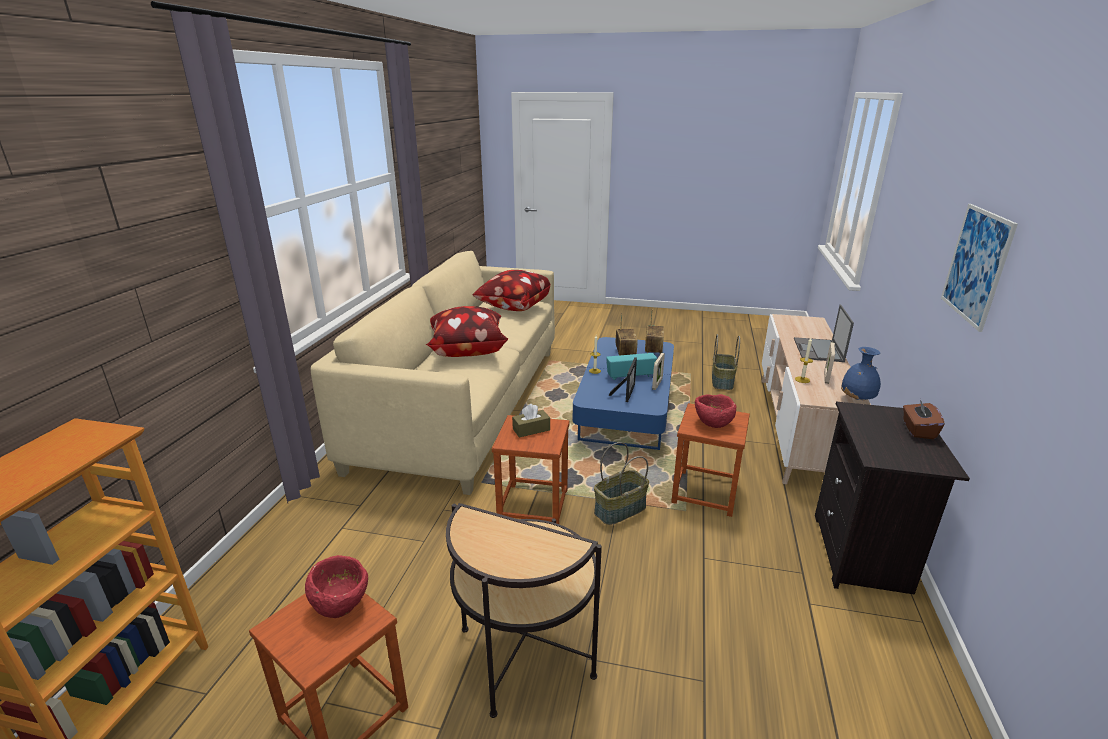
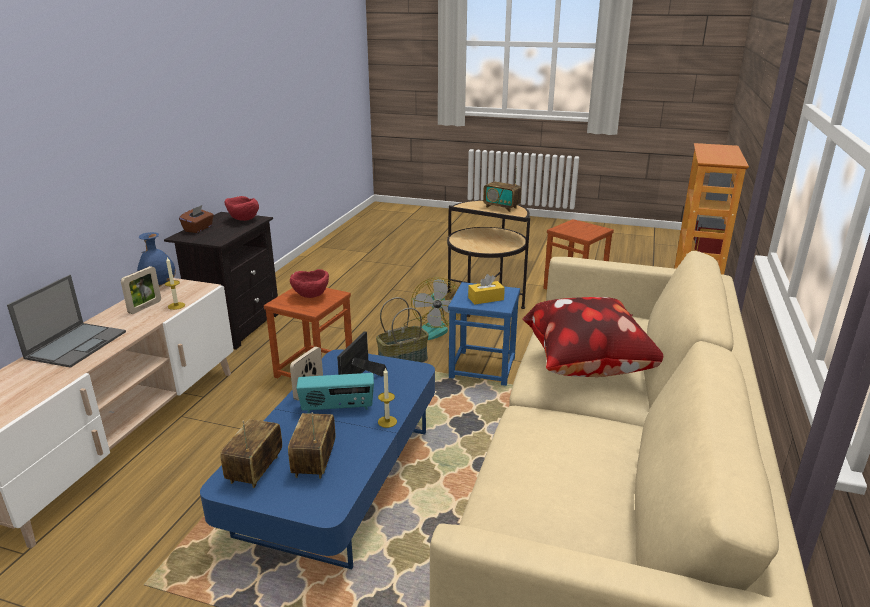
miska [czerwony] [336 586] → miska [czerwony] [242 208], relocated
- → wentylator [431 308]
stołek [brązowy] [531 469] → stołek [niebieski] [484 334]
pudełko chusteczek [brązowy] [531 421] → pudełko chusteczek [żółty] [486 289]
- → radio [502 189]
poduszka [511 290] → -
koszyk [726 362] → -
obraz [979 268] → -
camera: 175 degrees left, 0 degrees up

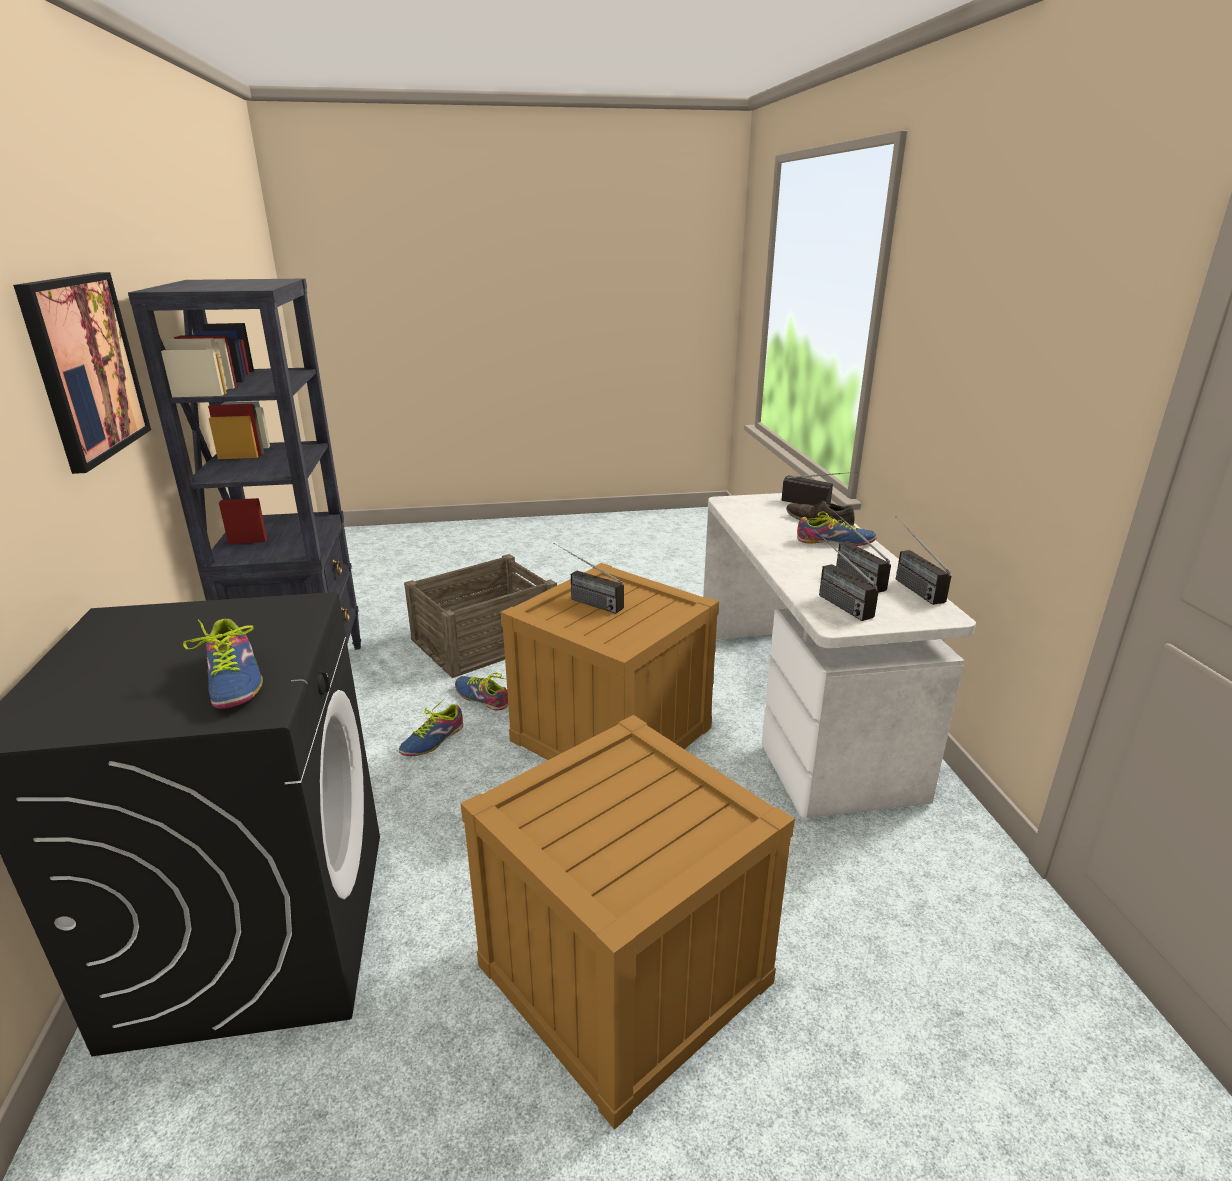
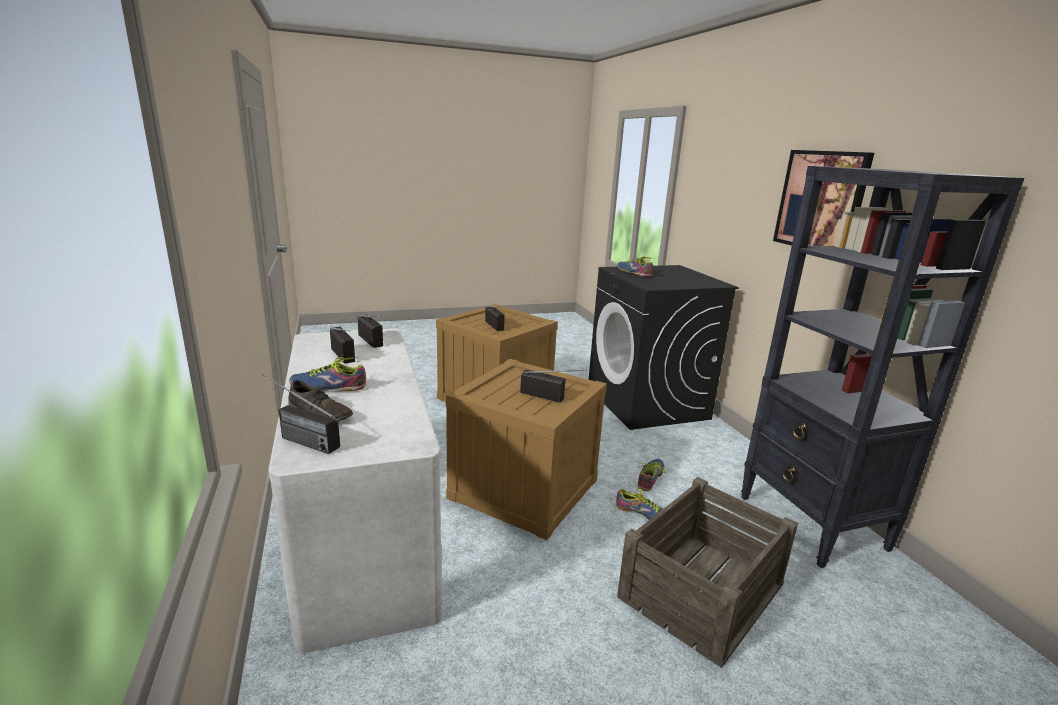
radio [923 560] → radio [495 318], relocated
camera: 170 degrees right, 5 degrees down

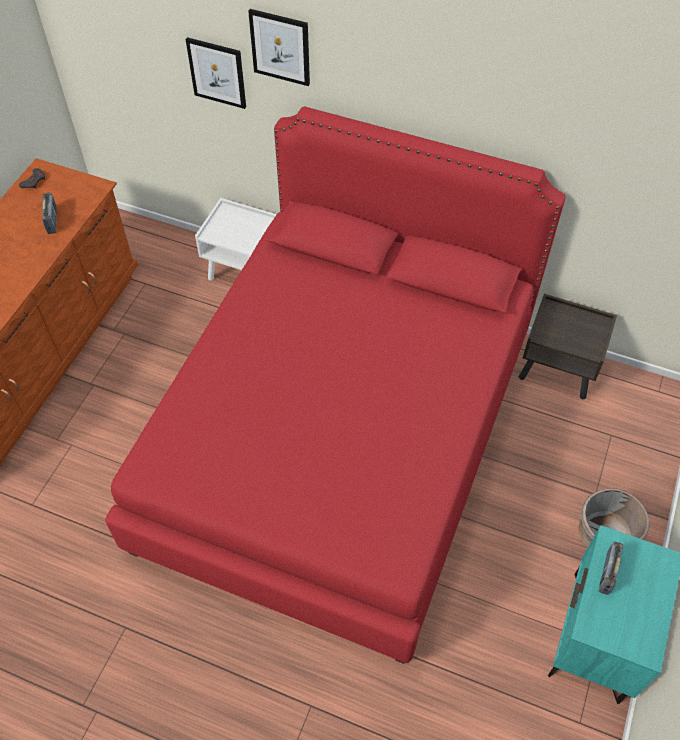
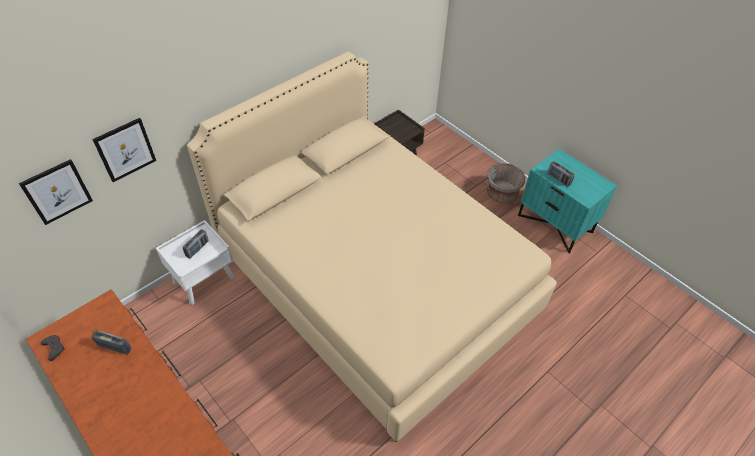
obraz [279 47] → obraz [56 192], relocated
- → radio [196 244]
łóżko [czerwony] [335 385] → łóżko [beżowy] [372 246]
camera: 65 degrees left, 5 degrees down

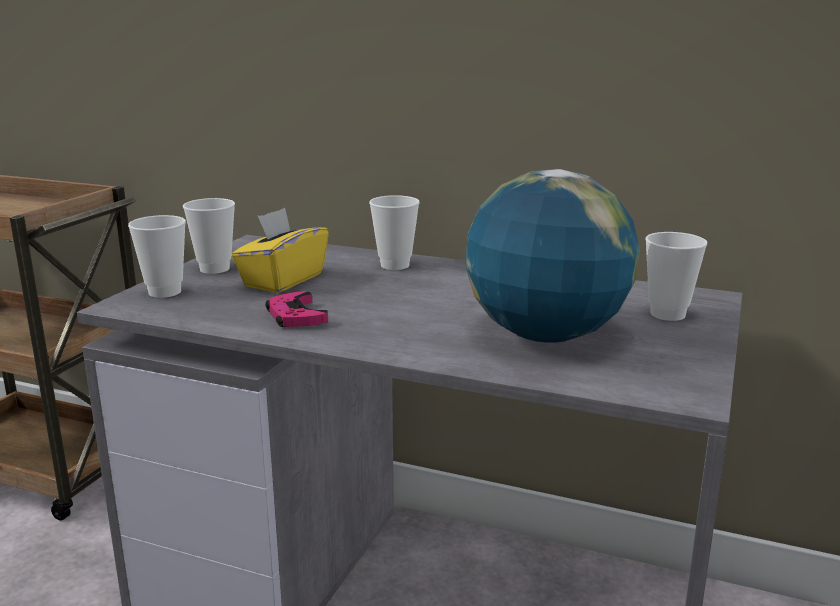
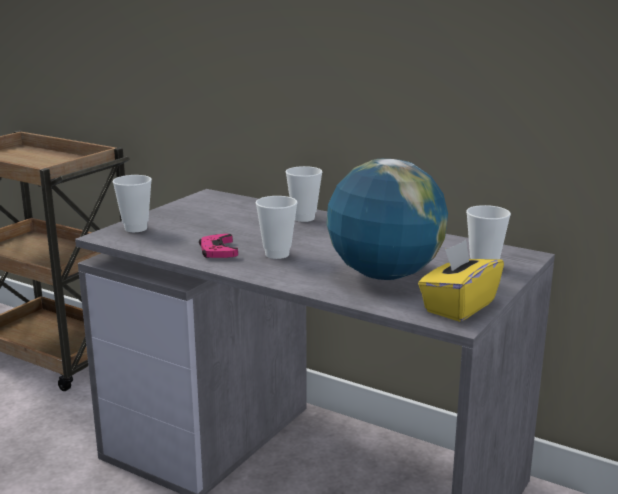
filiżanka [209 236] → filiżanka [276 227], relocated
pudełko chusteczek [żółty] [280 250] → pudełko chusteczek [żółty] [461 281], relocated
camera: 10 degrees right, 0 degrees up

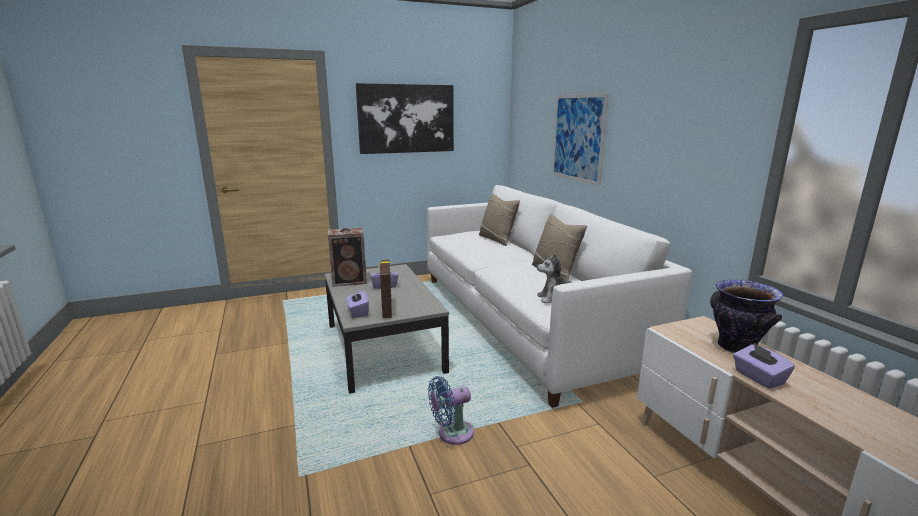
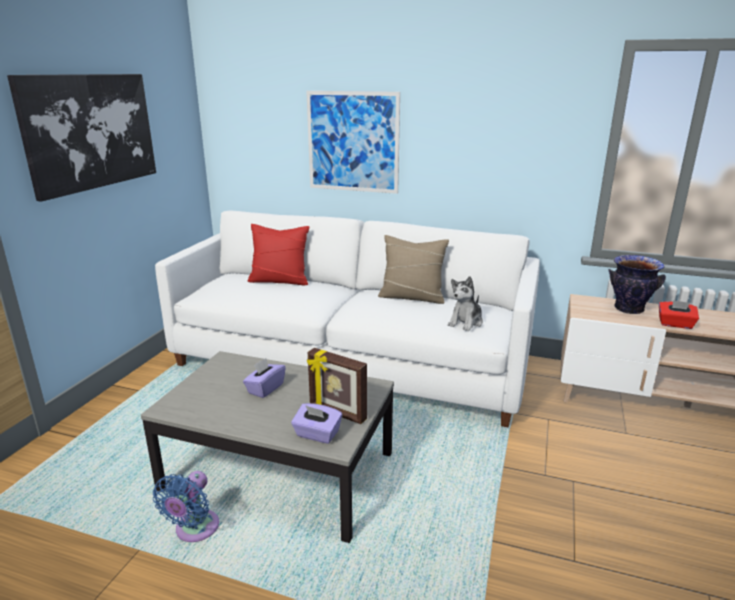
wentylator [niebieski] [451 410] → wentylator [niebieski] [186 506], relocated
poduszka [beżowy] [499 219] → poduszka [czerwony] [278 254]
pudełko chusteczek [fioletowy] [764 366] → pudełko chusteczek [czerwony] [679 314]
głośnik [347 257] → -
camera: 50 degrees left, 5 degrees up

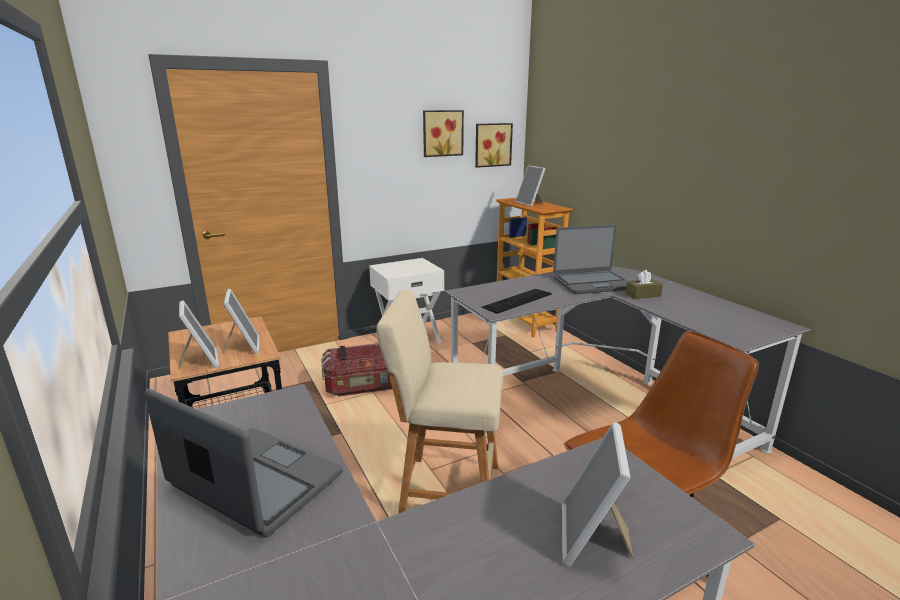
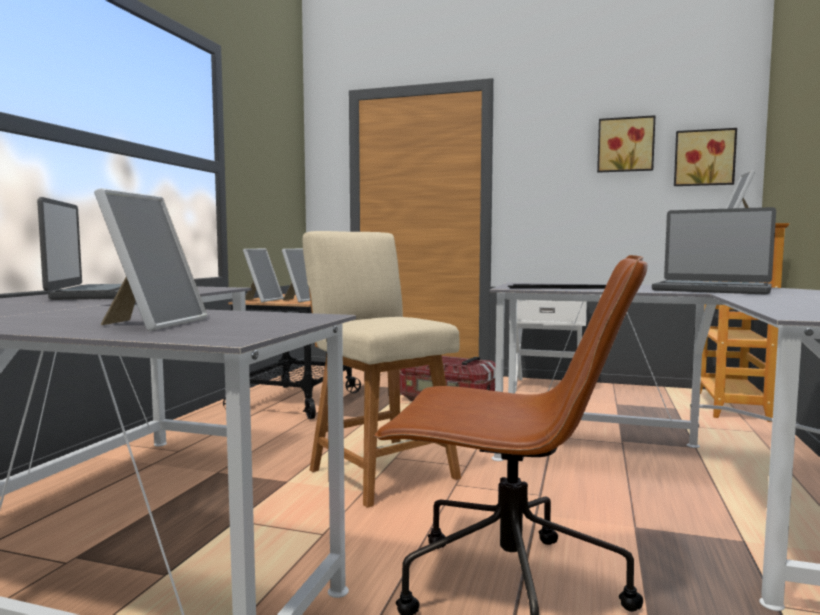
ramka na zdjęcie [597 494] → ramka na zdjęcie [150 259], 135 degrees clockwise
pudełko chusteczek [brązowy] [644 284] → -
camera: 45 degrees right, 15 degrees down

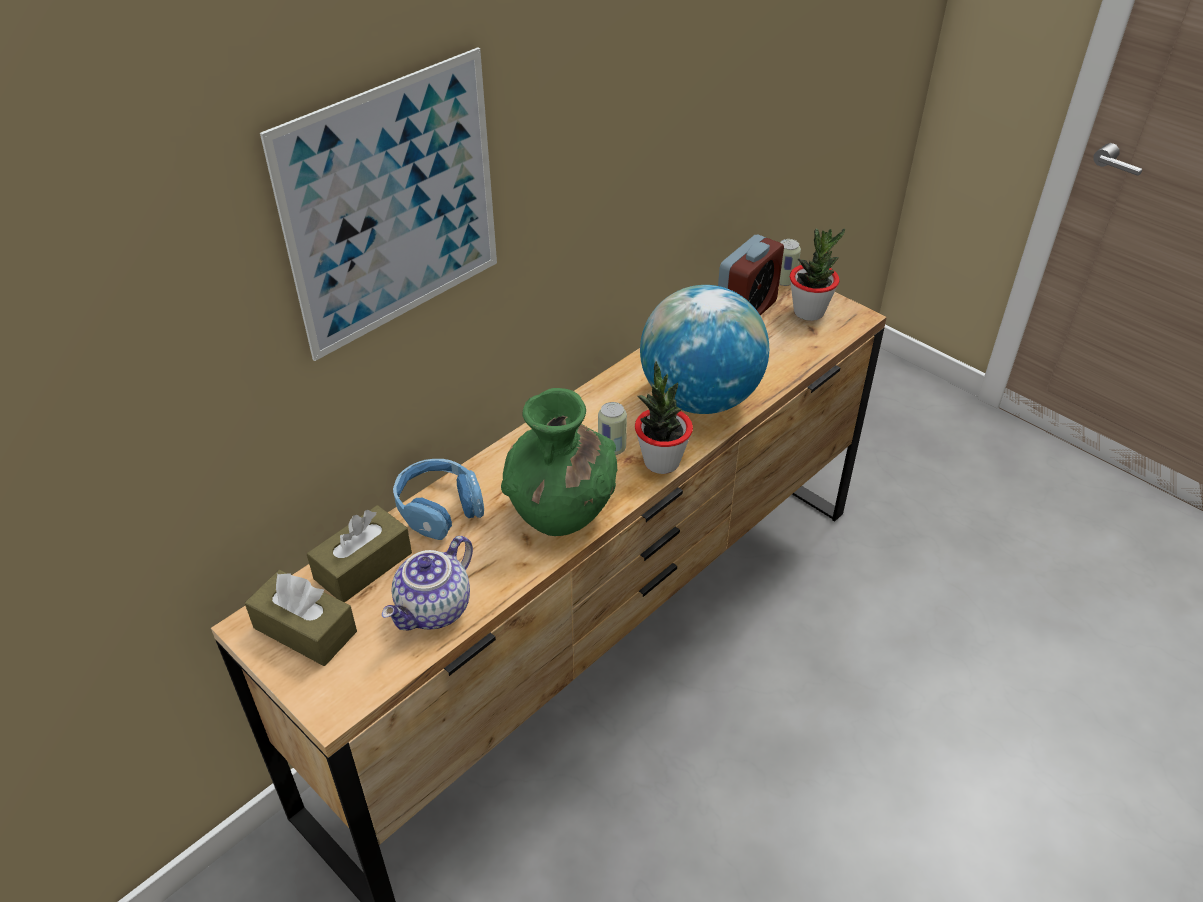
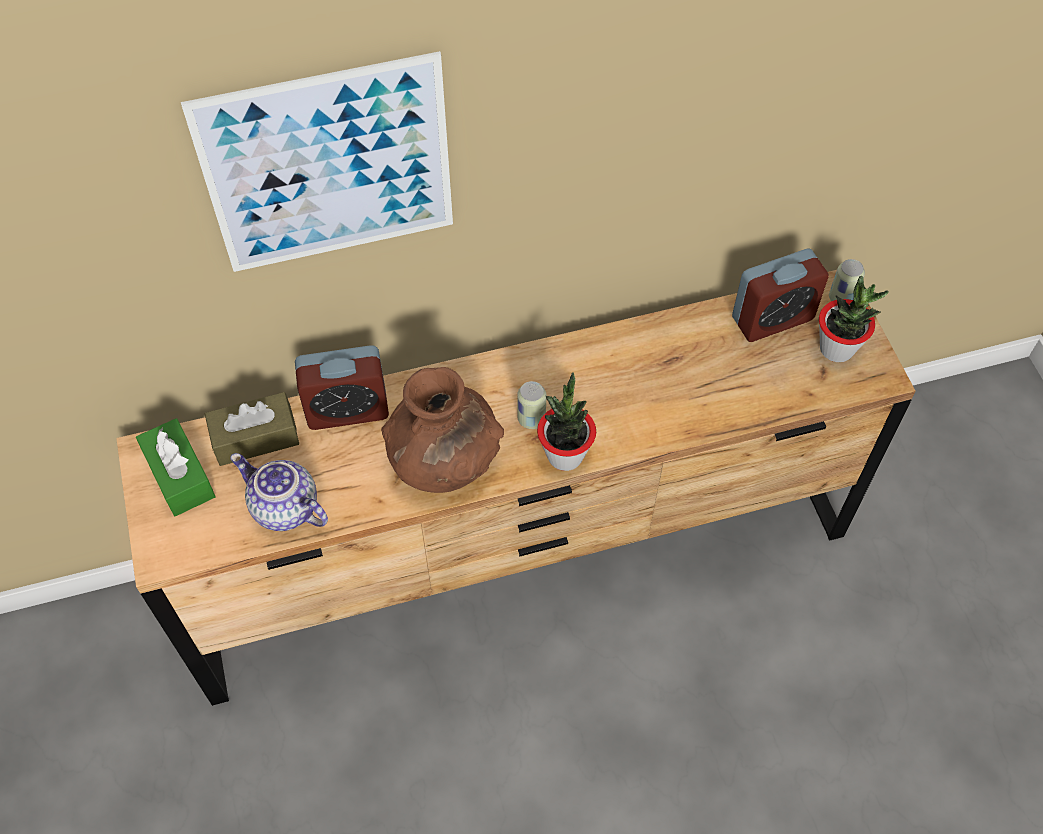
pudełko chusteczek [brązowy] [301 618] → pudełko chusteczek [zielony] [176 467]
imbryk [427 583] → imbryk [279 492], 60 degrees clockwise
słuchawki [niebieski] [438 499] → budzik [342 387]
wazon [zielony] [559 462] → wazon [brązowy] [442 430]
globus [704 349] → -
camera: 30 degrees right, 15 degrees up

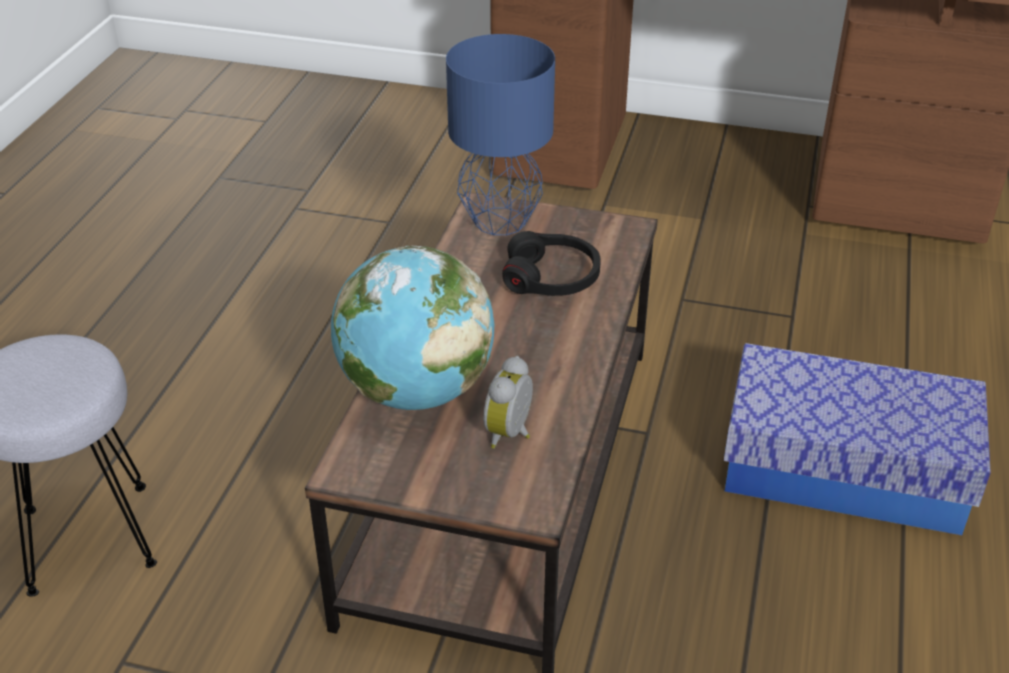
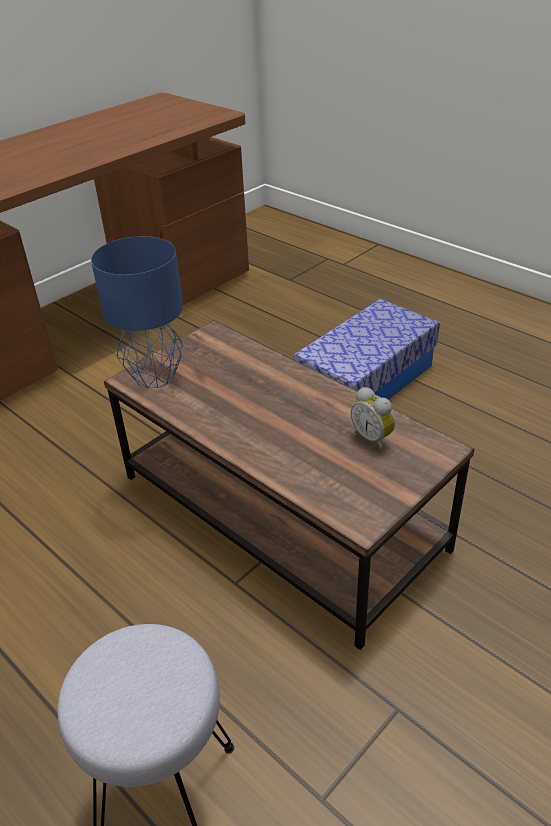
globus [412 328] → -
słuchawki [czarny] [551 263] → -
camera: 60 degrees left, 0 degrees up

